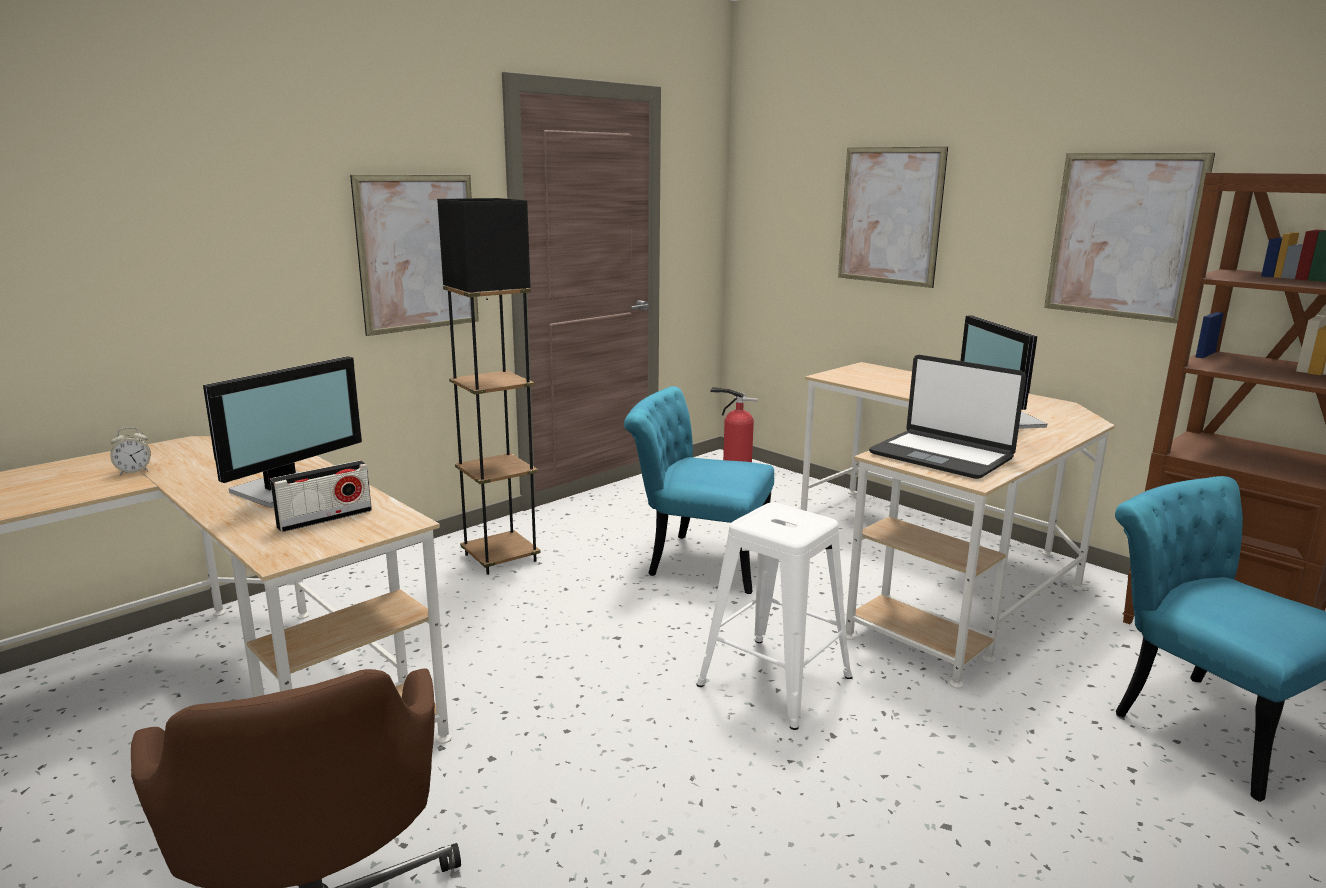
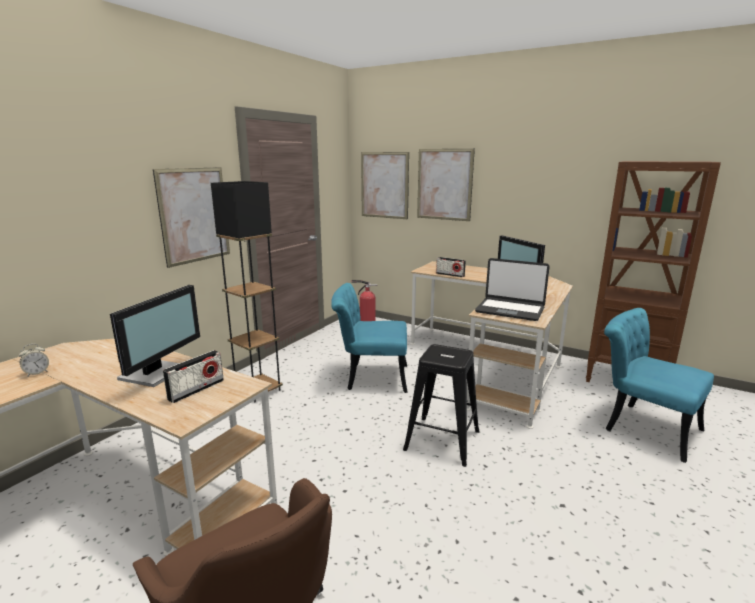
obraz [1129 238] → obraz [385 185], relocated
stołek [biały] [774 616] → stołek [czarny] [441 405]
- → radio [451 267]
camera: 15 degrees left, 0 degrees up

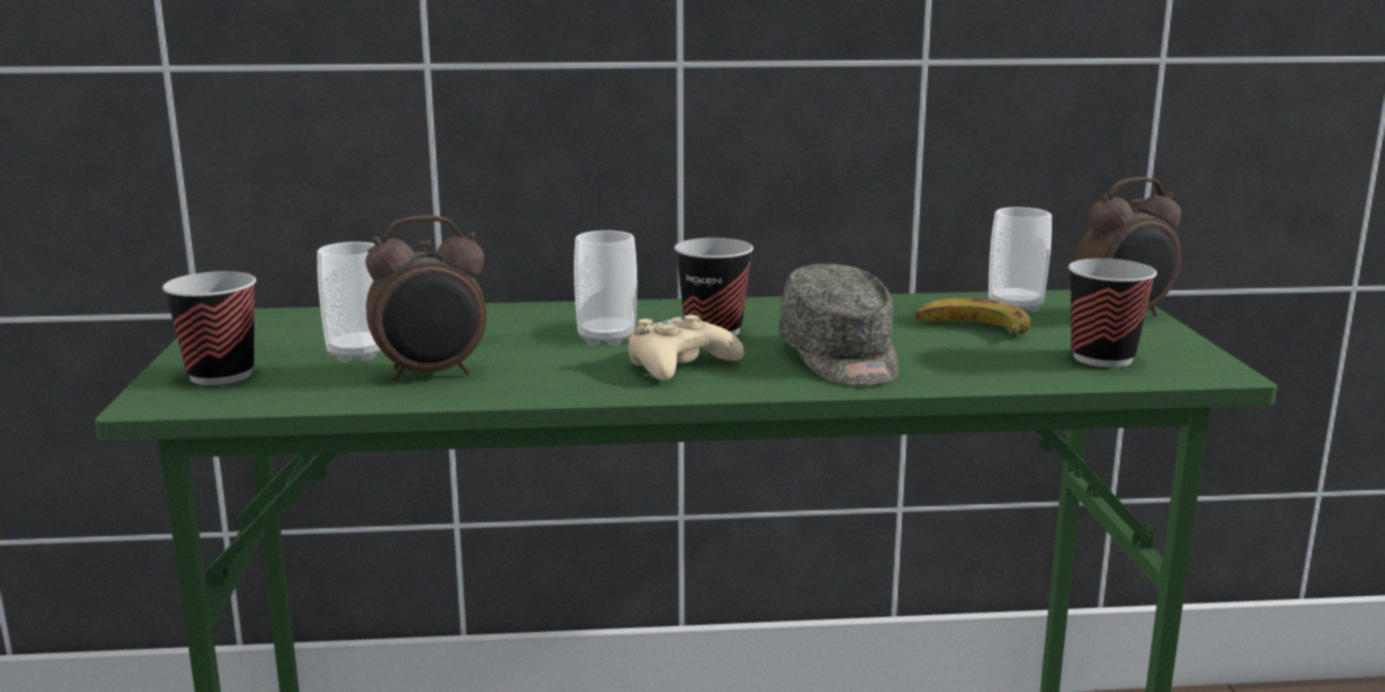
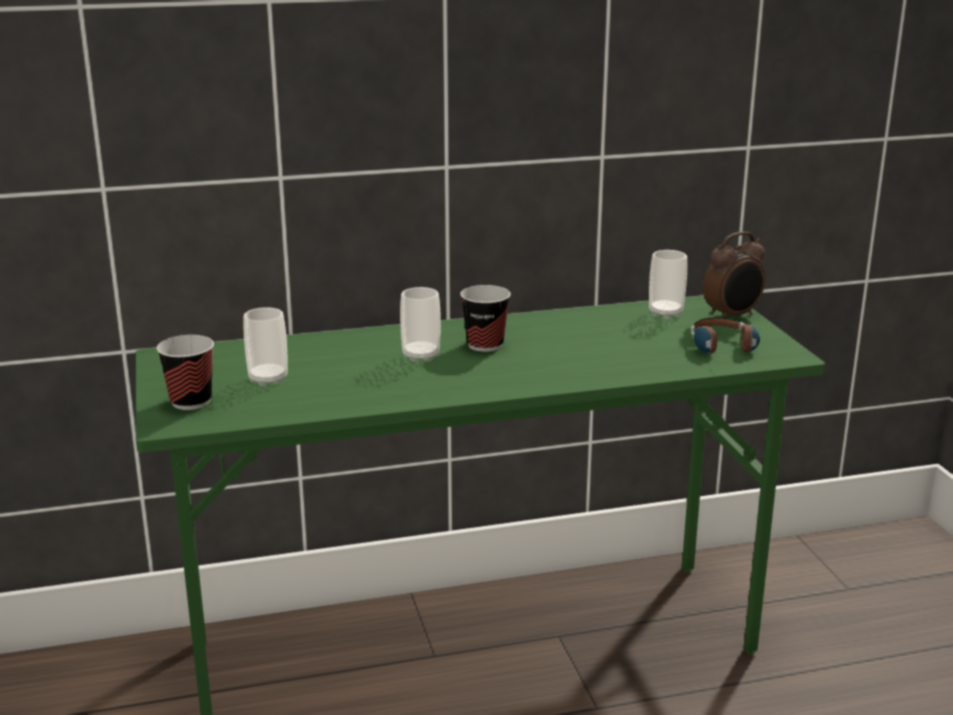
filiżanka [1112 313] → słuchawki [725 336]
budzik [426 298] → -
pad do gier [beżowy] [686 347] → -
czapka z daszkiem [szary] [839 325] → -
banan [973 316] → -
camera: 10 degrees left, 5 degrees up

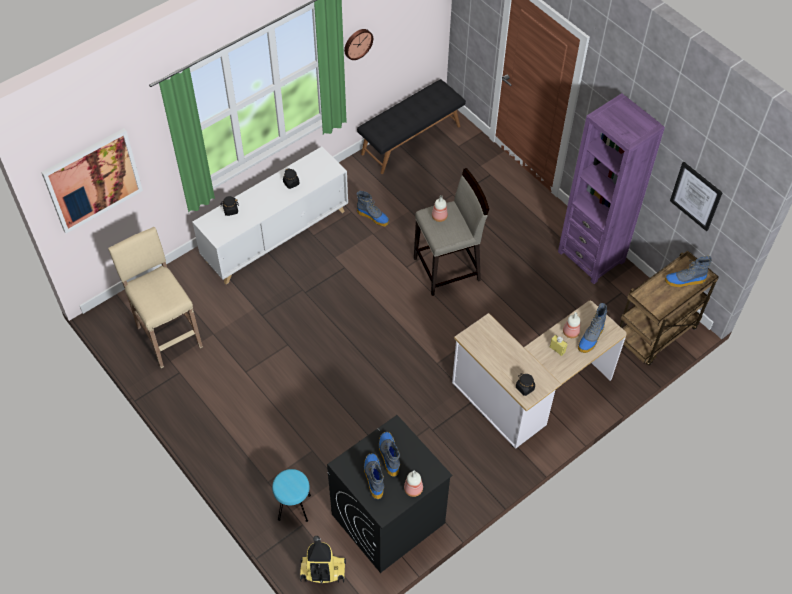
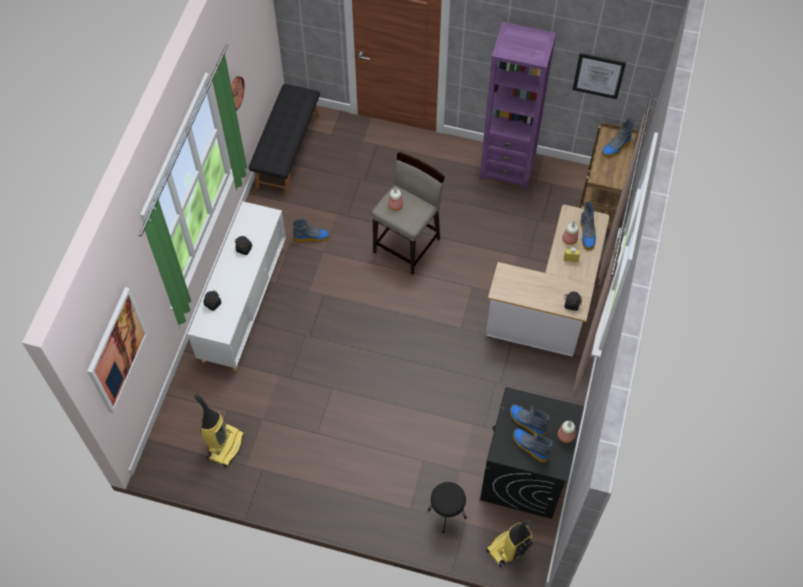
stołek [beżowy] [155 297] → odkurzacz [219 430]
stołek [turkusowy] [291 495] → stołek [czarny] [447 507]
camera: 35 degrees left, 5 degrees up

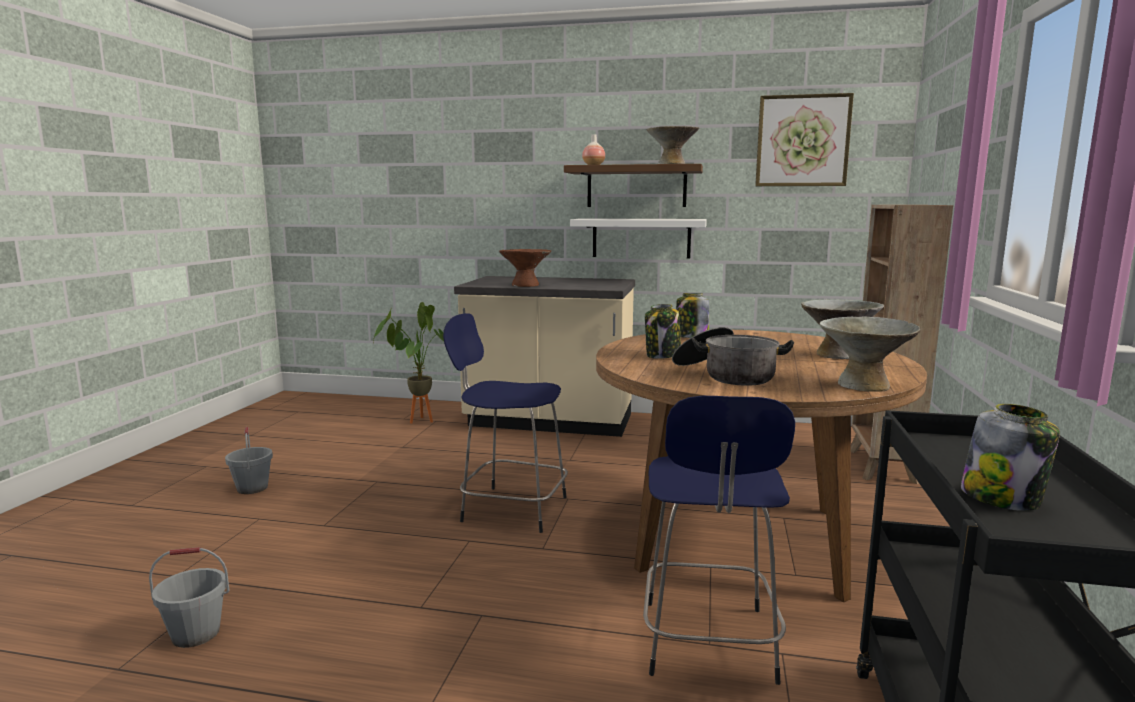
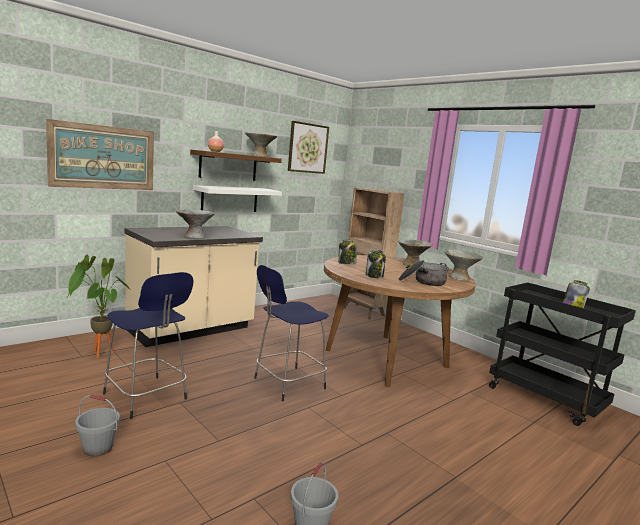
- → obraz [100 154]
stołek [niebieski] [719 540] → stołek [niebieski] [148 345], relocated
miska [brązowy] [525 268] → miska [szary] [195 223]
camera: 55 degrees left, 0 degrees up

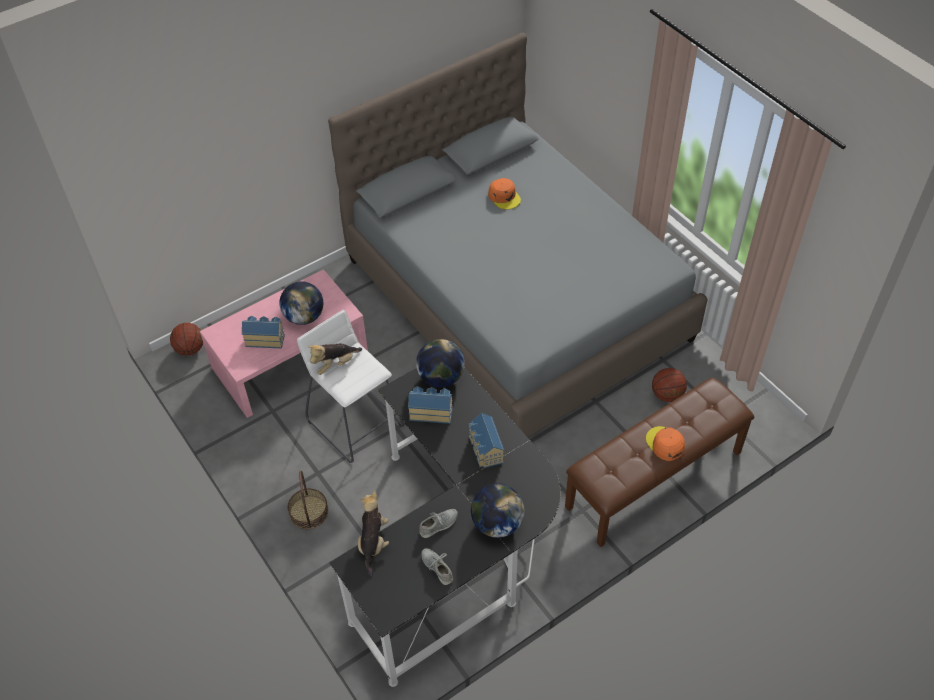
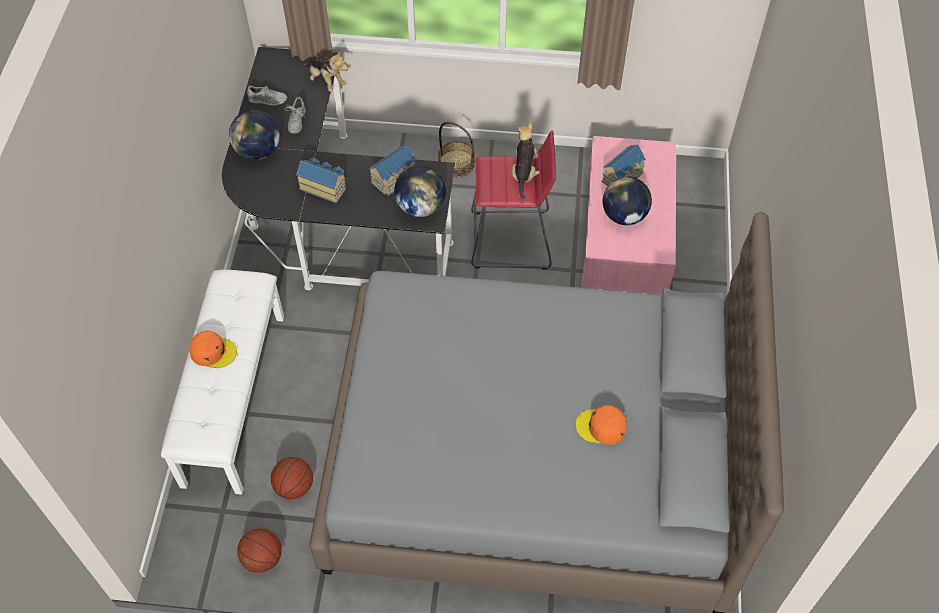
ławka [brązowy] [659 462] → ławka [biały] [222 382]
piłka do koszykówki [186 339] → piłka do koszykówki [259 550], relocated
stołek [biały] [350 386] → stołek [czerwony] [513 200]
camera: 130 degrees right, 5 degrees up

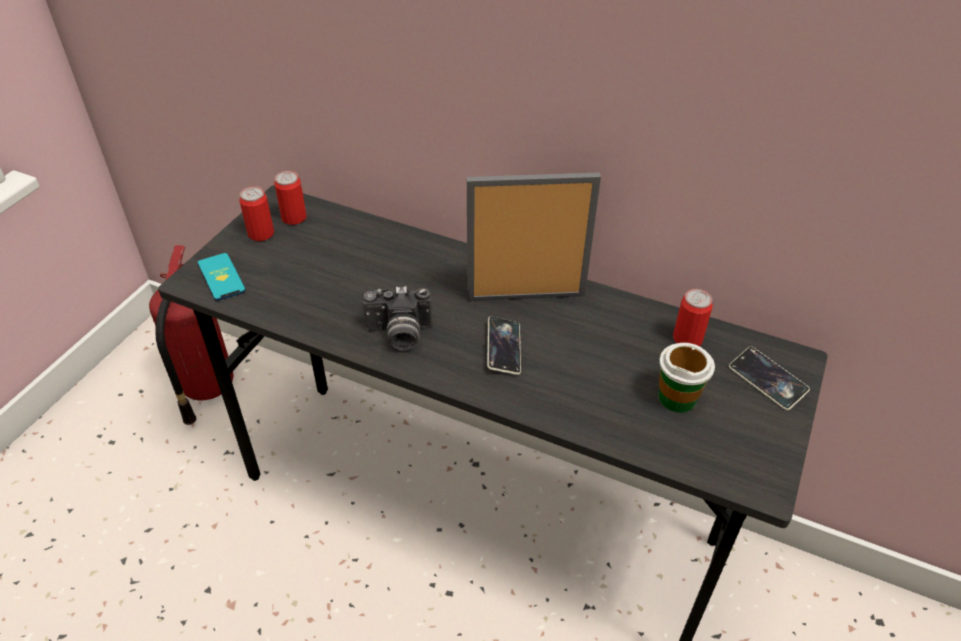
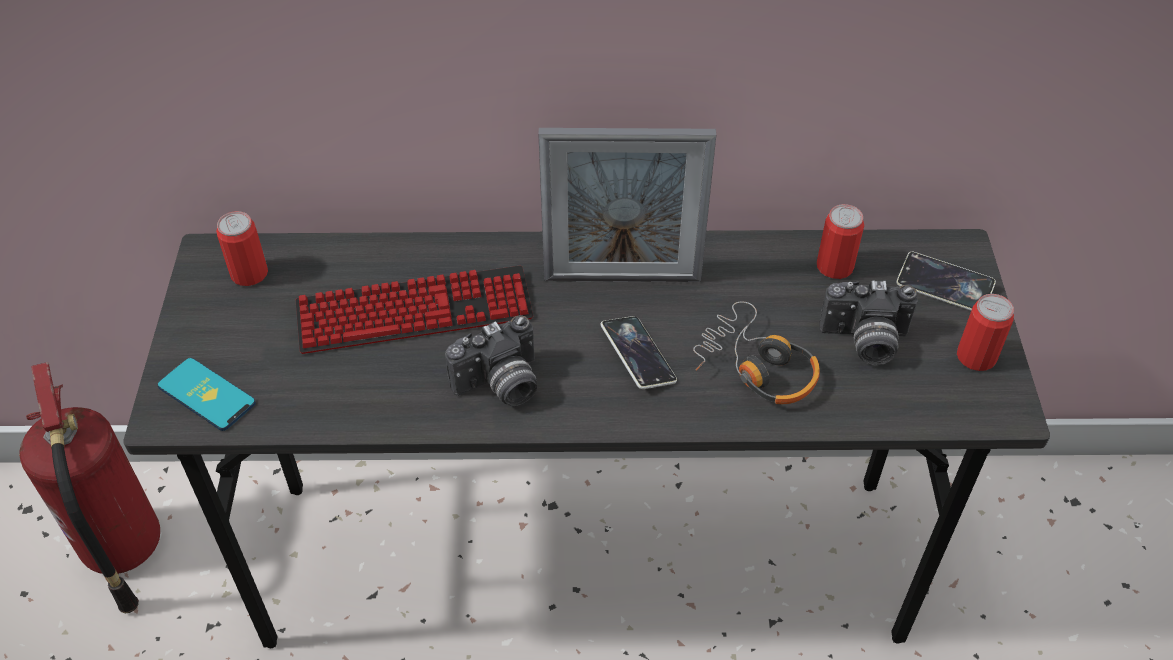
- → klawiatura [414 309]
ramka na zdjęcie [534 236] → ramka na zdjęcie [627 205], 150 degrees counterclockwise
- → słuchawki [756 352]
filiżanka [686 378] → aparat fotograficzny [868 322]
puszka [256 213] → puszka [985 332], relocated
camera: 25 degrees left, 5 degrees up

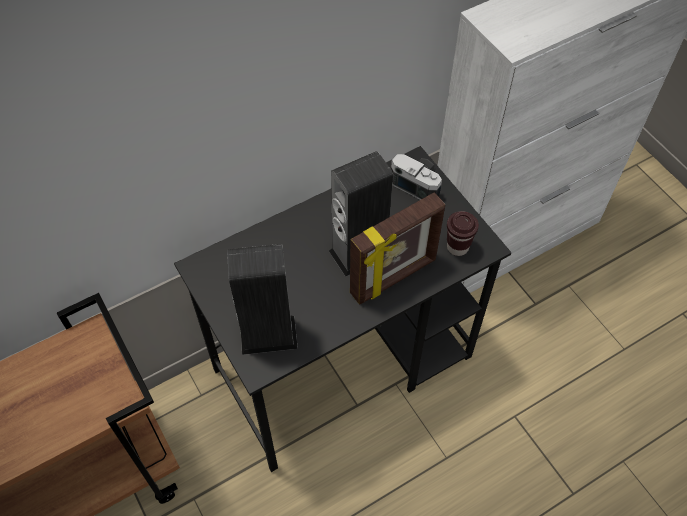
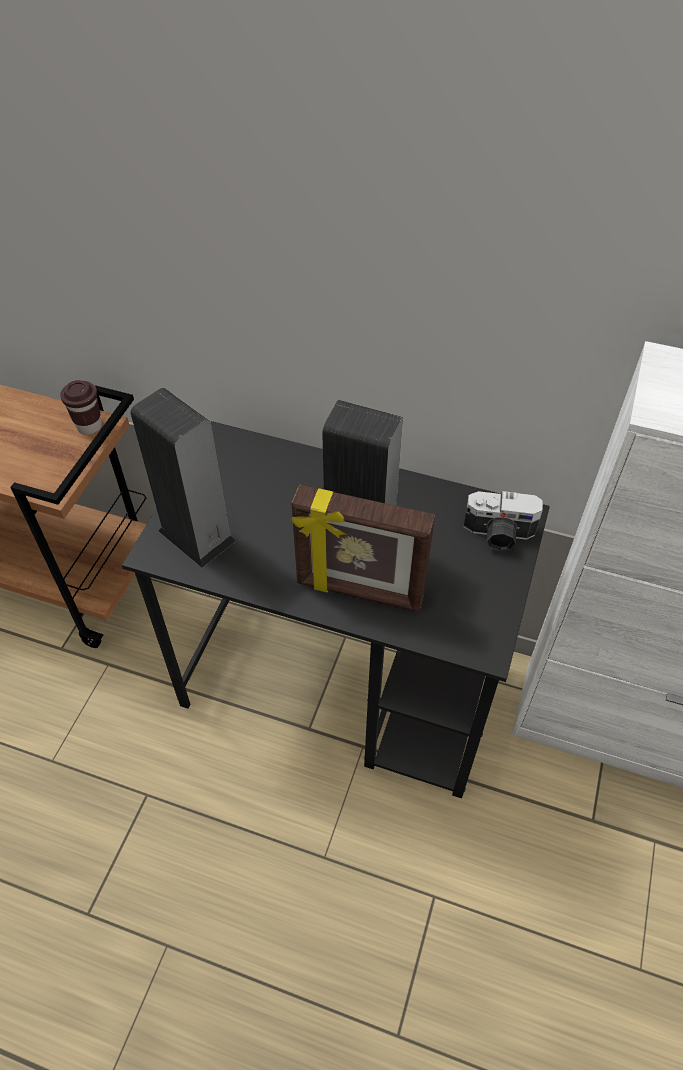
filiżanka [brązowy] [463 233] → filiżanka [brązowy] [81 407], relocated
aparat fotograficzny [416 177] → aparat fotograficzny [503 521], 105 degrees clockwise
camera: 50 degrees right, 5 degrees down

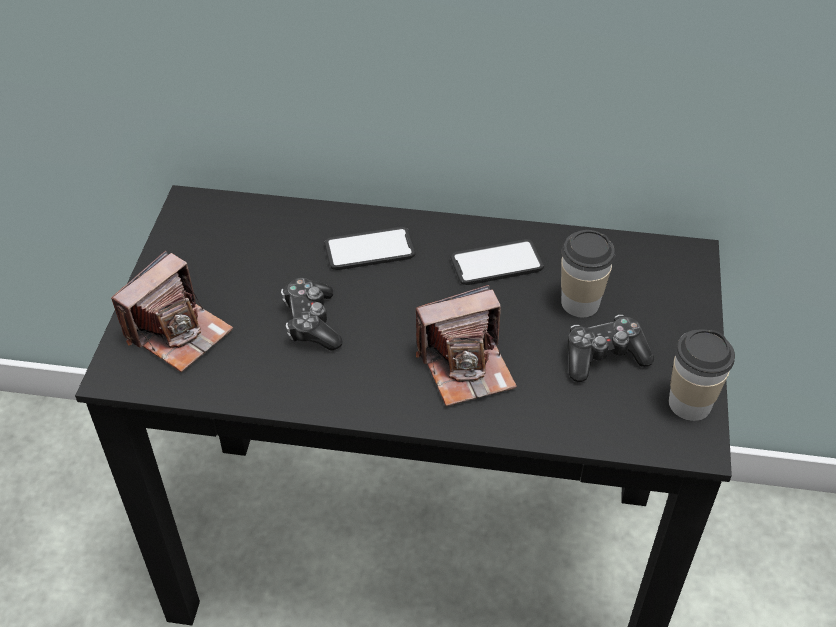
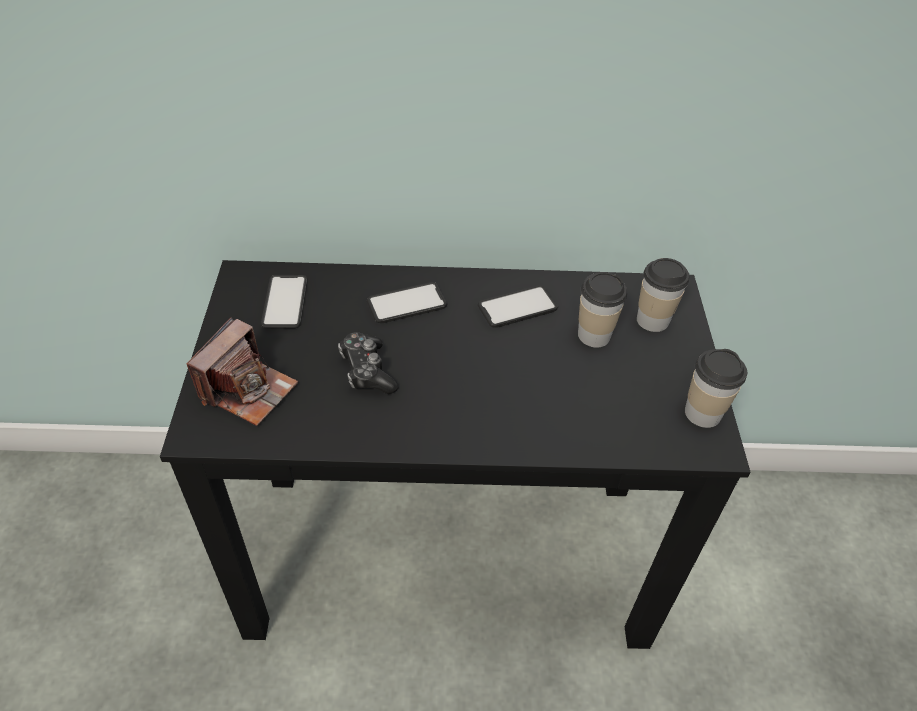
- → telefon [284 301]
- → filiżanka [663 295]
aparat fotograficzny [466 345] → -
pad do gier [610 348] → -
camera: 10 degrees left, 0 degrees up

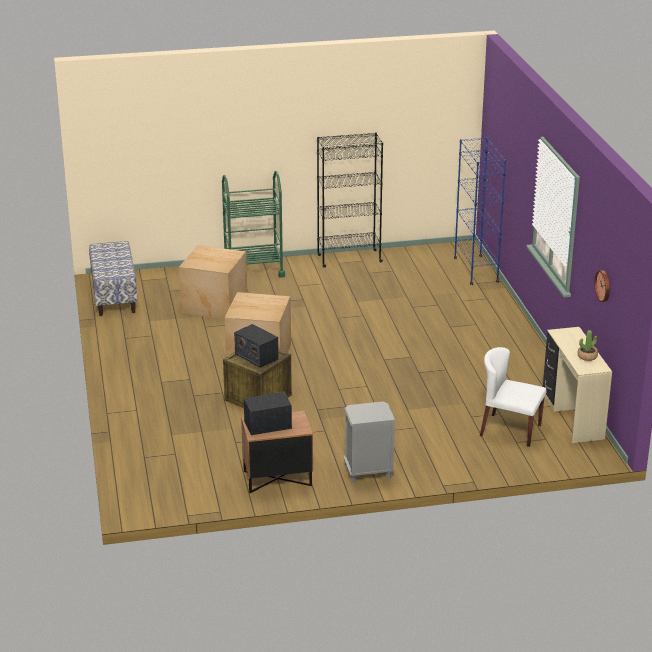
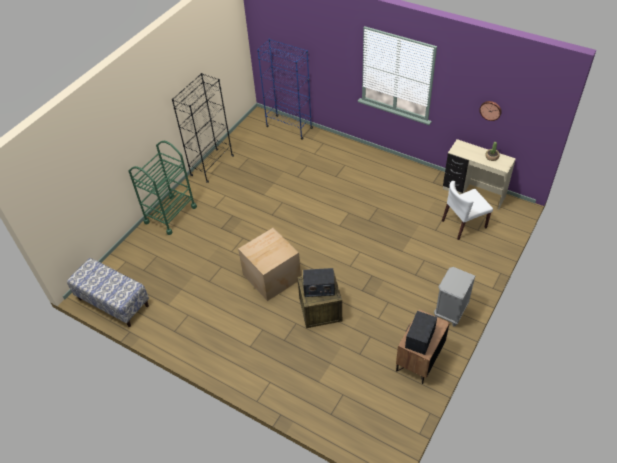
karton [213 282] → -
camera: 45 degrees left, 20 degrees up

